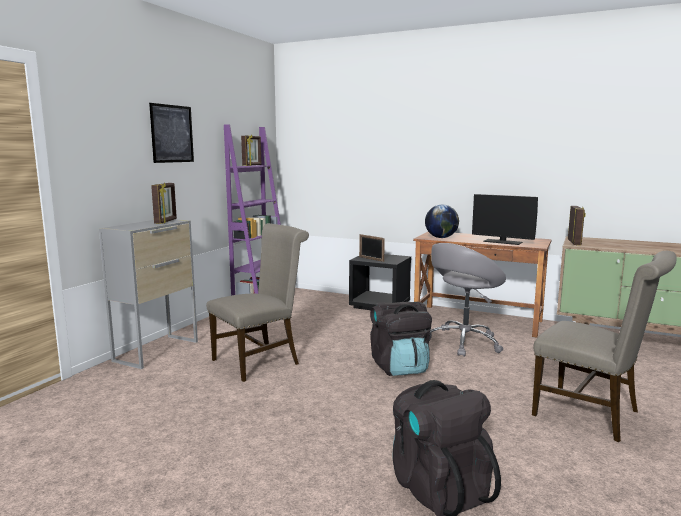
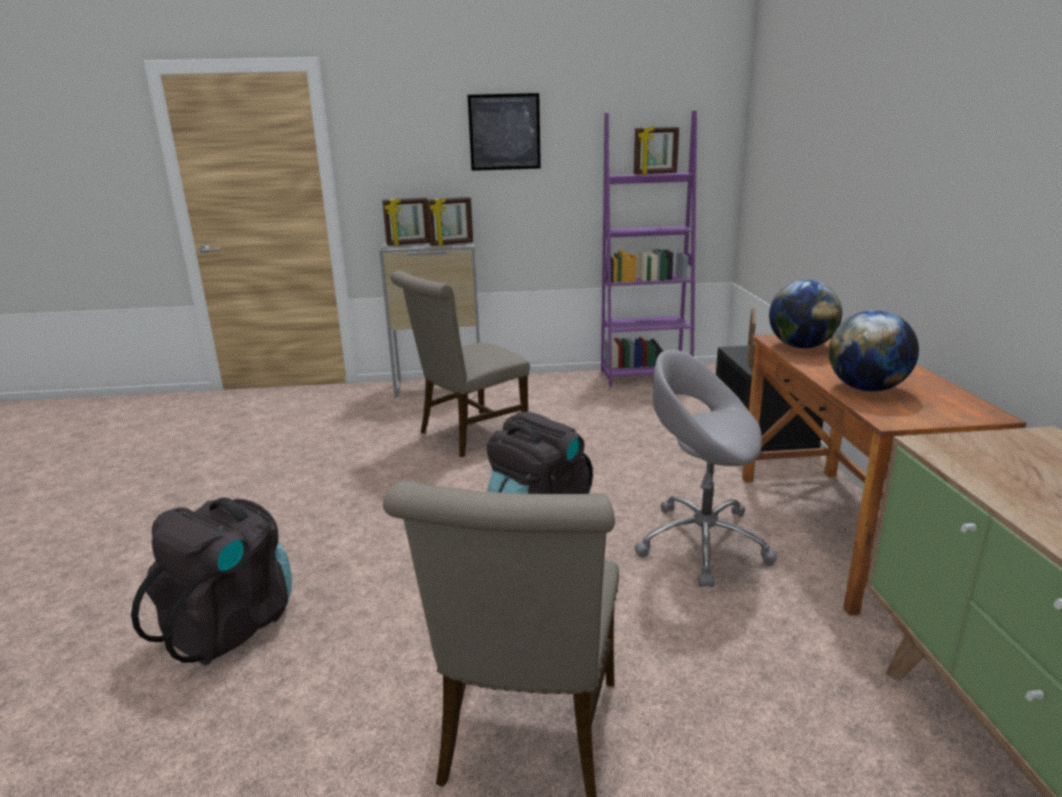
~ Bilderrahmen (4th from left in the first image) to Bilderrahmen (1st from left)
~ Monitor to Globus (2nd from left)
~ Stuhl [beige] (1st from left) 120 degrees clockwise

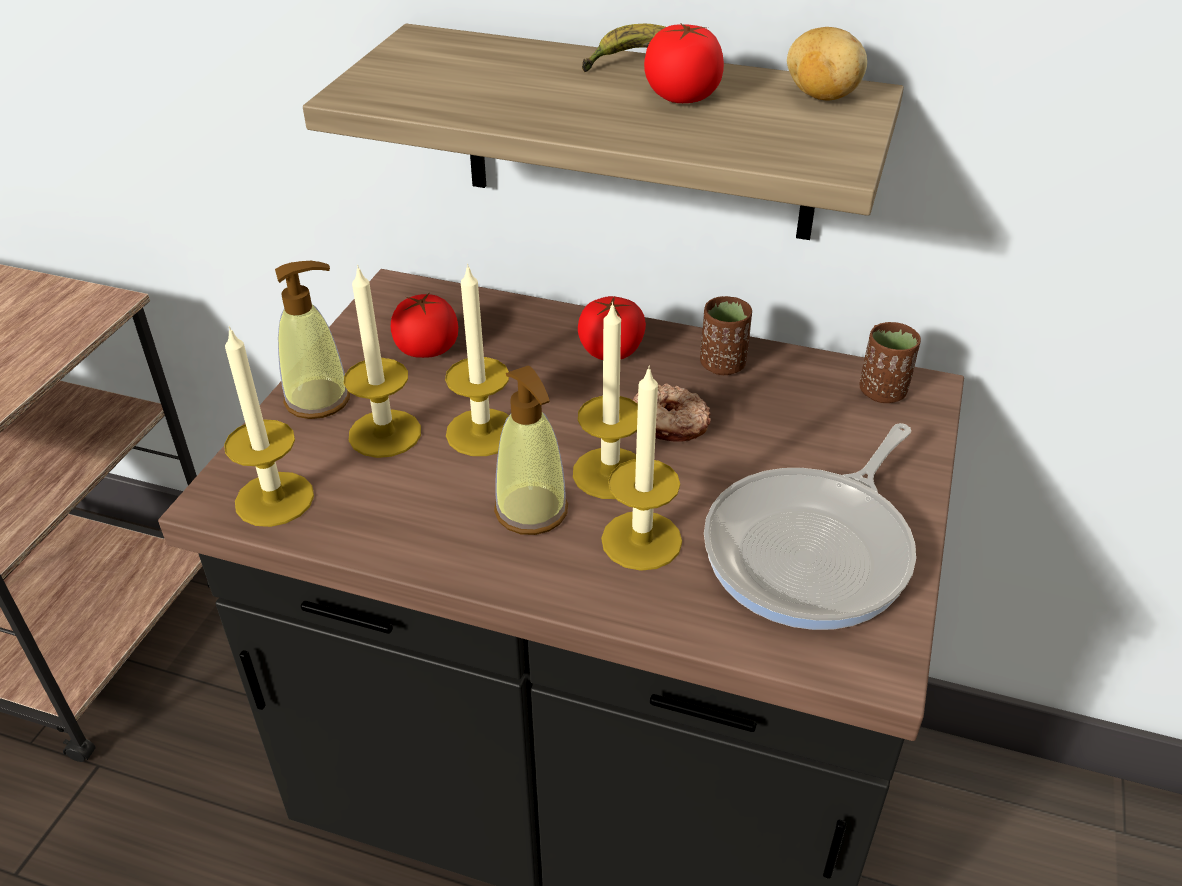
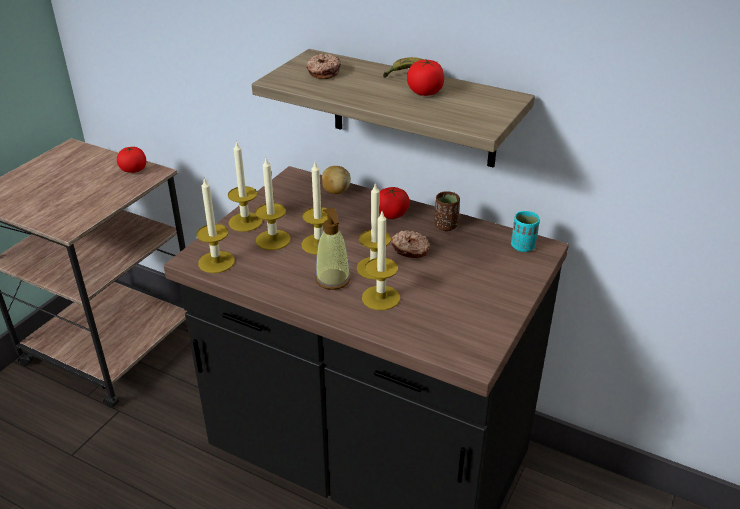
- Pfanne
+ Donut (1st from left)
~ Tomate (1st from left)
~ Kartoffel
~ Seifenspender (1st from left) to Kerze (2nd from left)
~ Tasse [braun] (2nd from left) to Tasse [türkis]

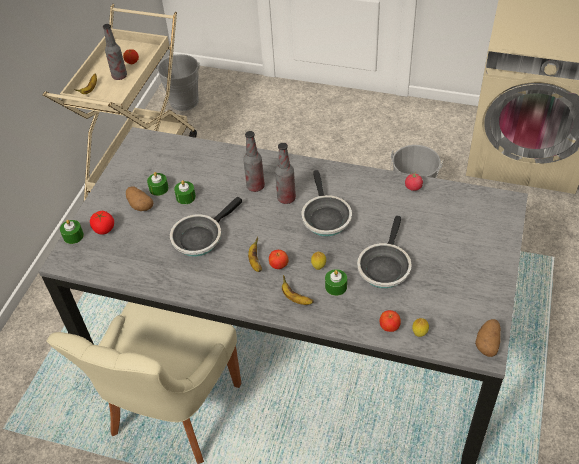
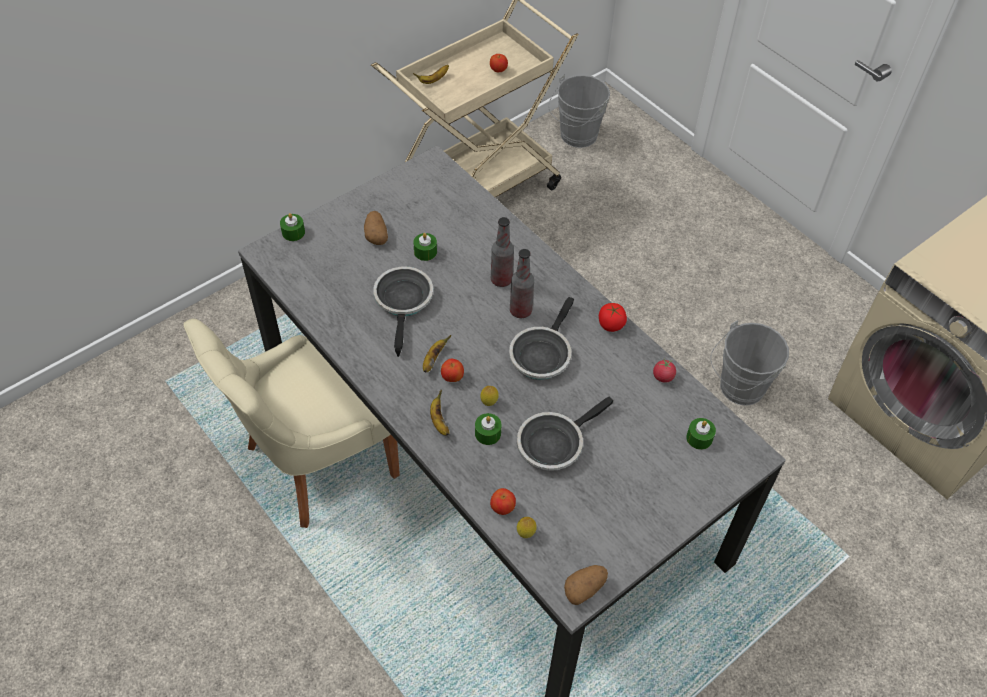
- Flasche (1st from left)
~ Tomate (1st from left)
~ Kerze [grün] (2nd from left in the first image) to Kerze [grün] (4th from left)
~ Pfanne (1st from left) 105 degrees clockwise

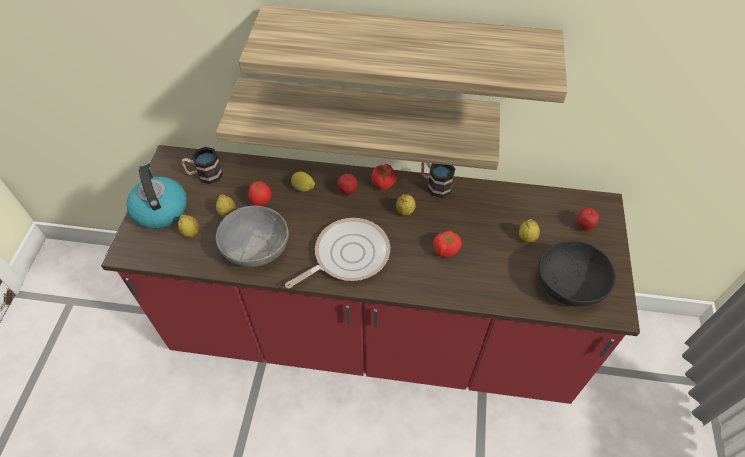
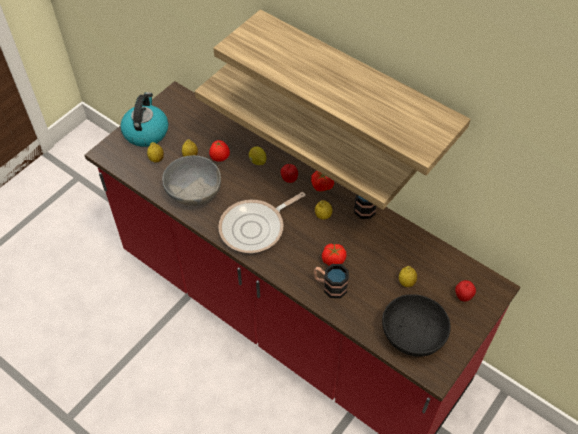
~ Henkelbecher (1st from left)
~ Pfanne 150 degrees clockwise

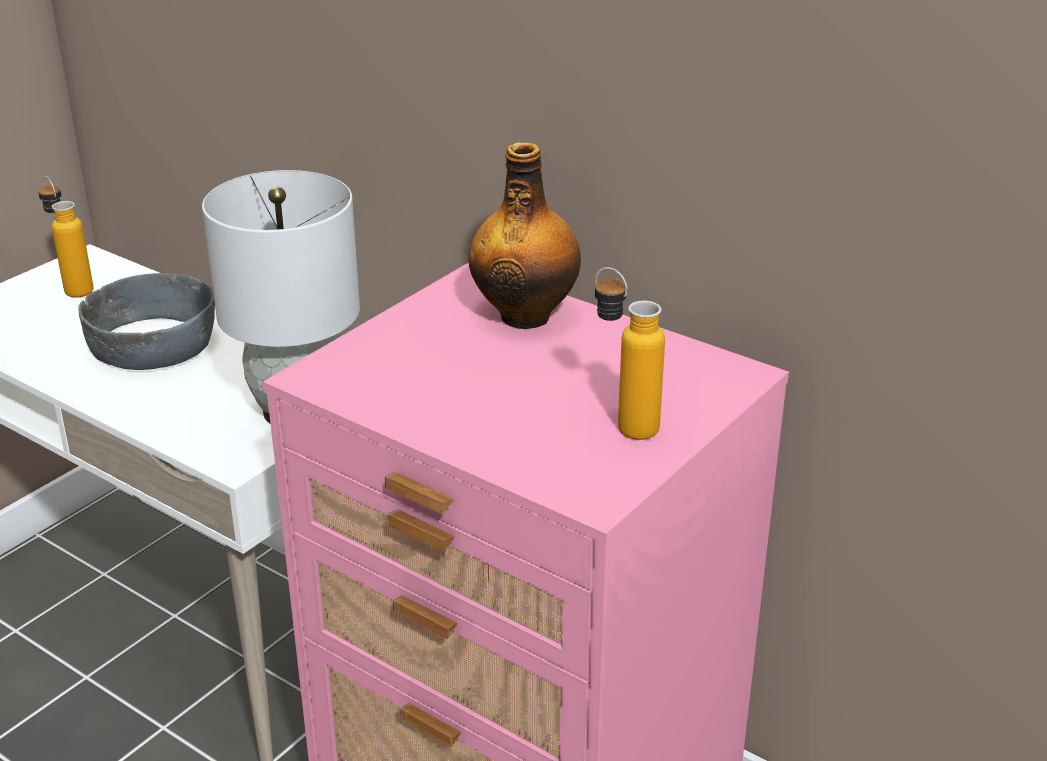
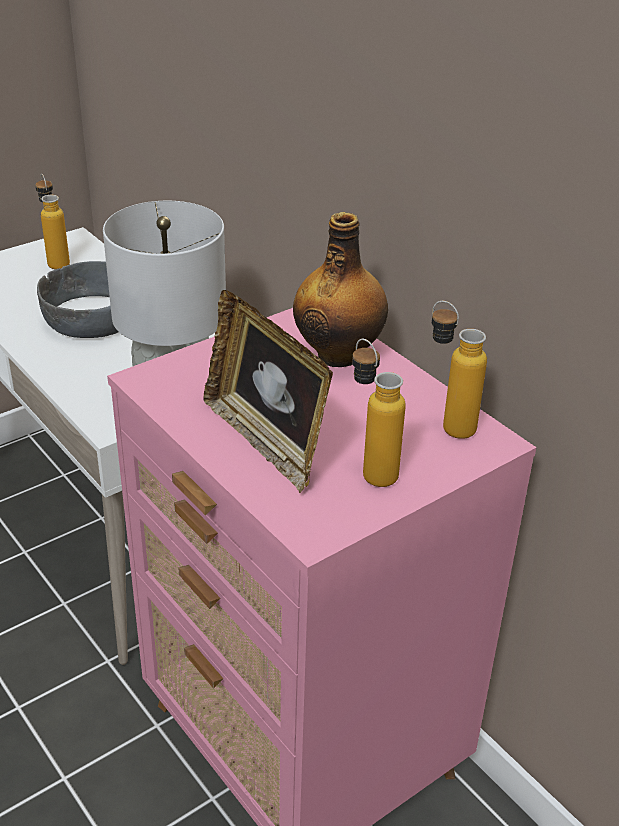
+ Bilderrahmen
+ Flasche (4th from left)

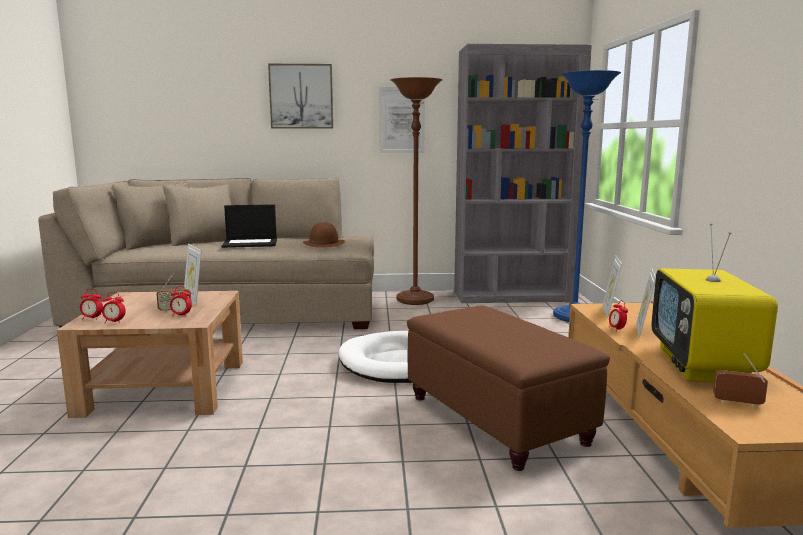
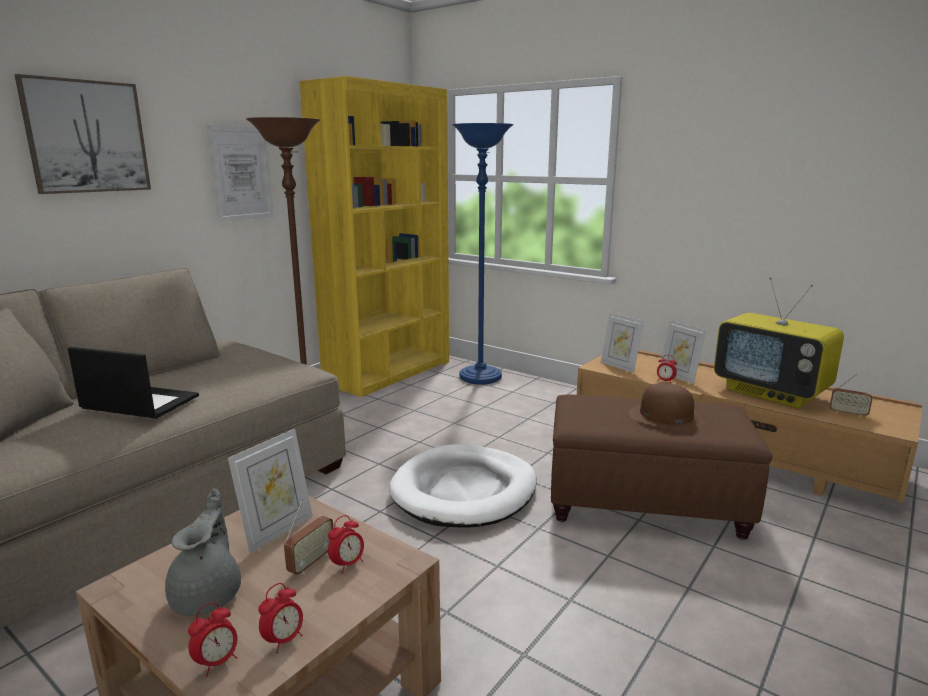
+ Teekanne [grau]
~ Hut [braun]
~ Bücherregal [grau] to Bücherregal [gelb]
~ Bilderrahmen (1st from left) 60 degrees counterclockwise
~ Laptop 105 degrees counterclockwise
~ Radio (2nd from left) 120 degrees counterclockwise

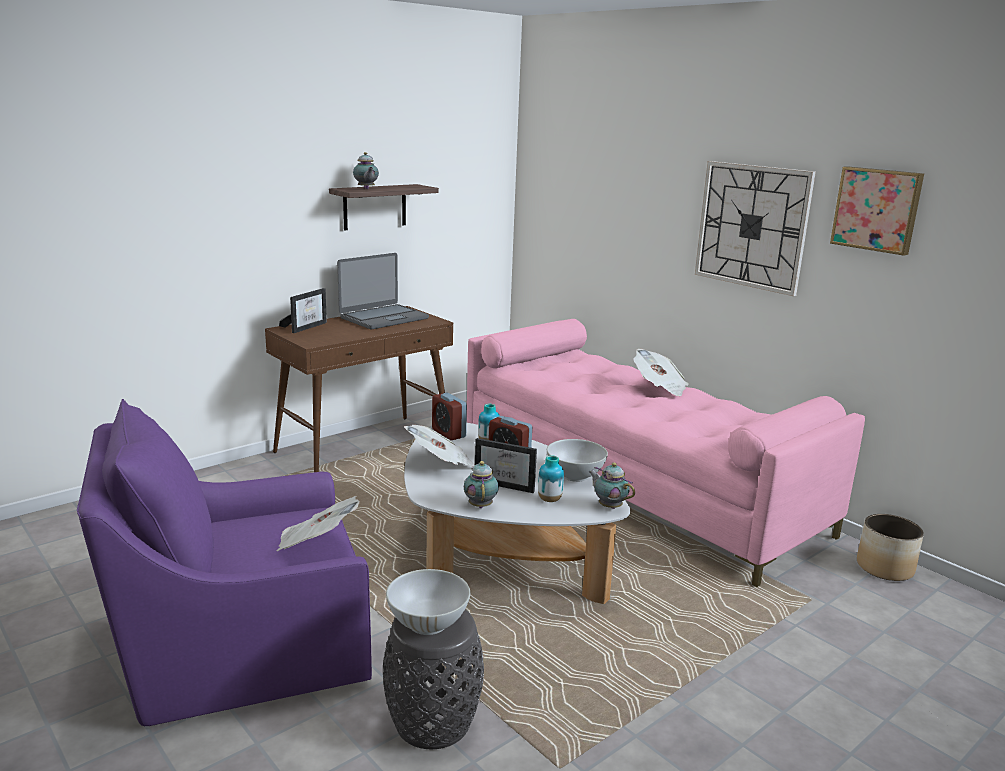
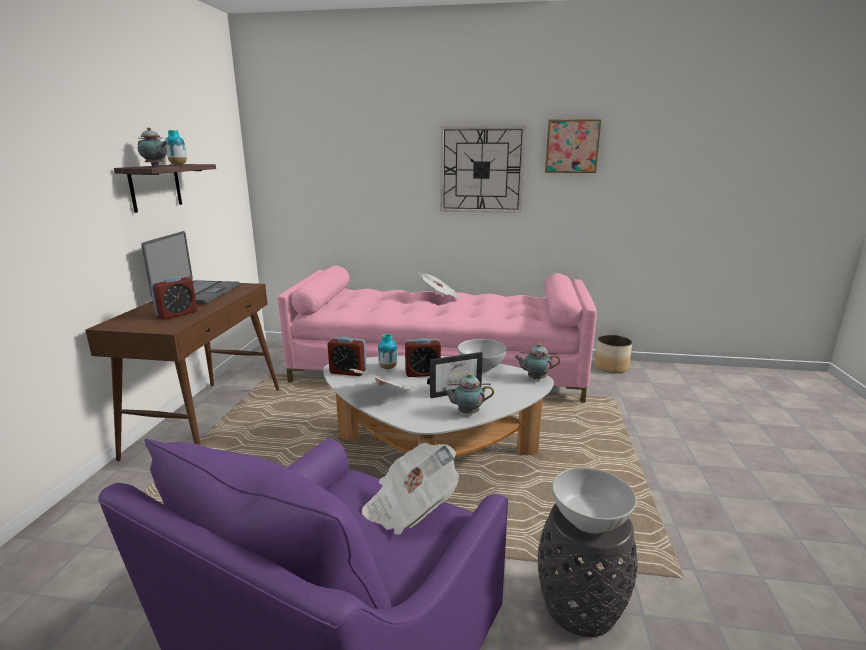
- Bilderrahmen (1st from left)
+ Wecker (1st from left)
~ Vase (2nd from left in the first image) to Vase (1st from left)
~ Teekanne (2nd from left) 45 degrees counterclockwise

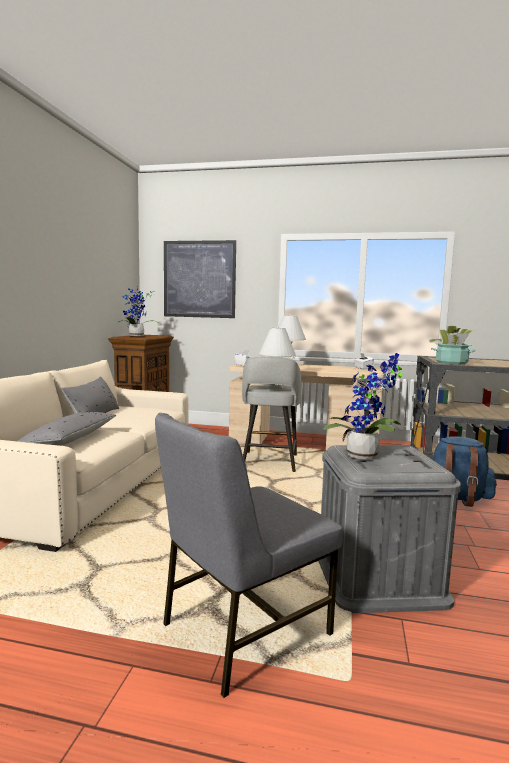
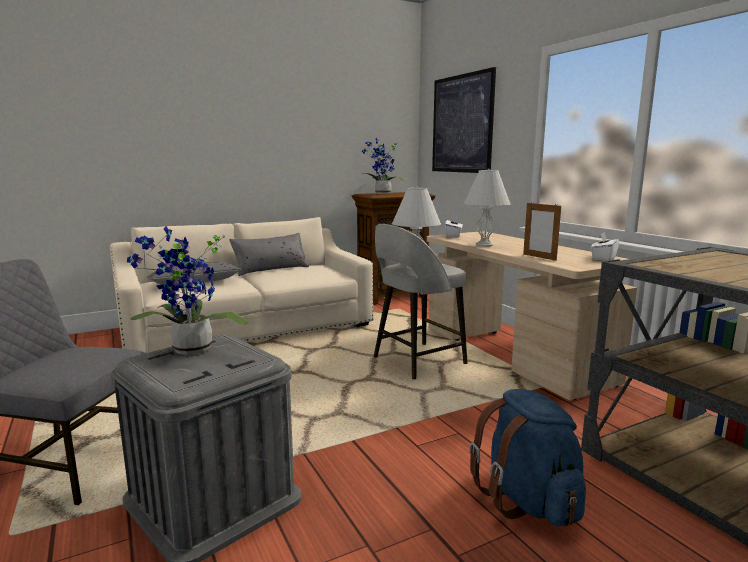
- Topfpflanze (3rd from left)
+ Bilderrahmen

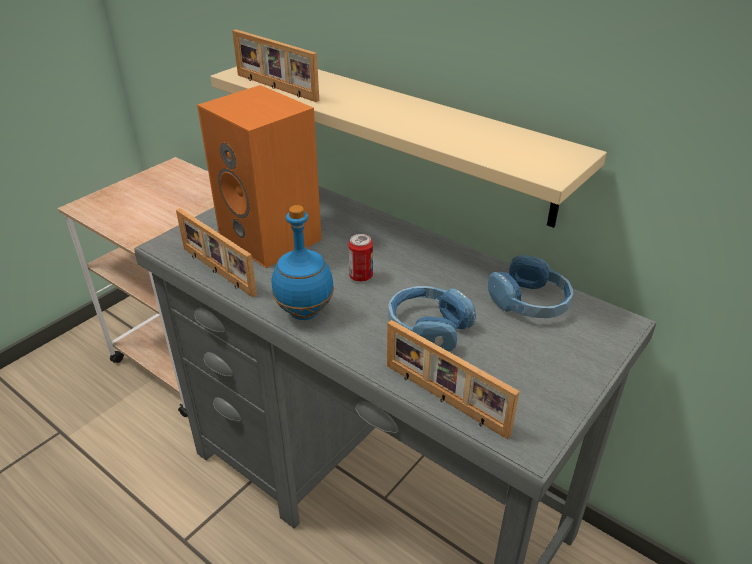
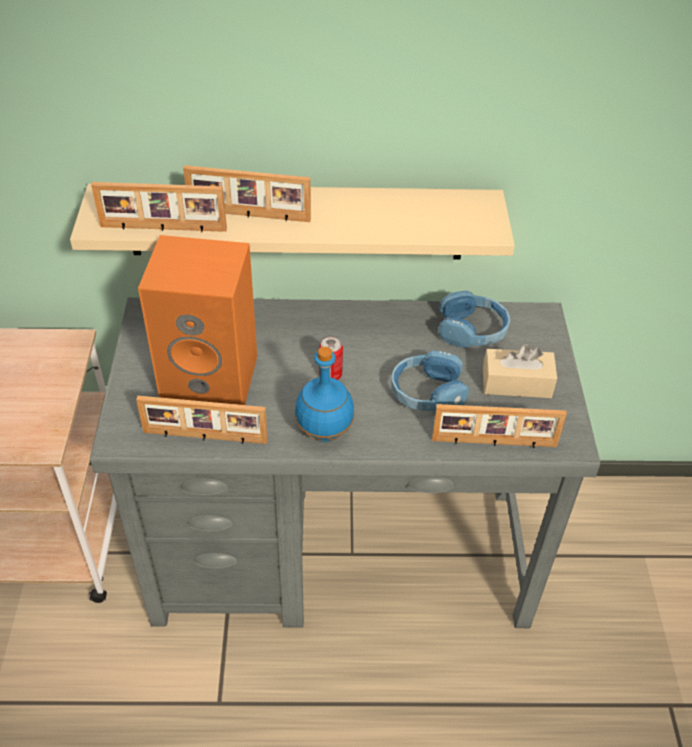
+ Bilderrahmen (3rd from left)
+ Taschentuchbox [beige]

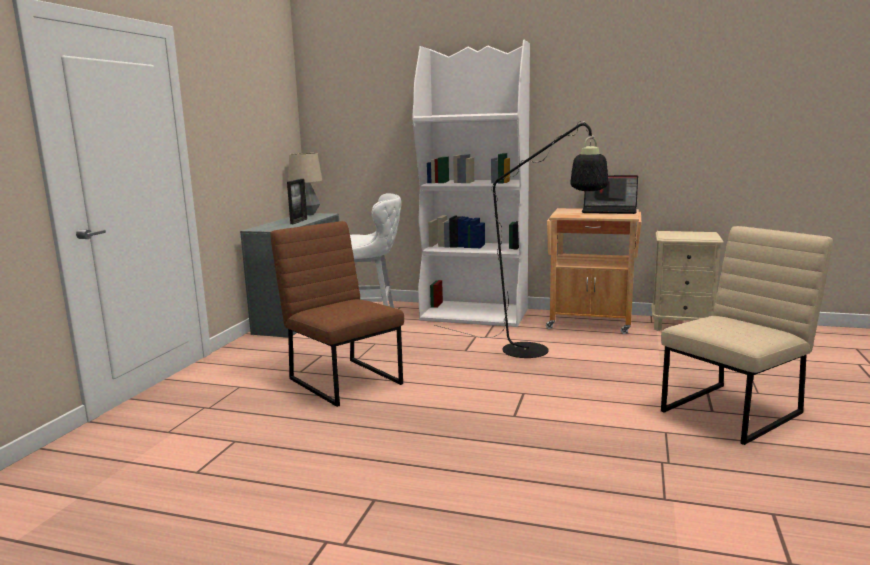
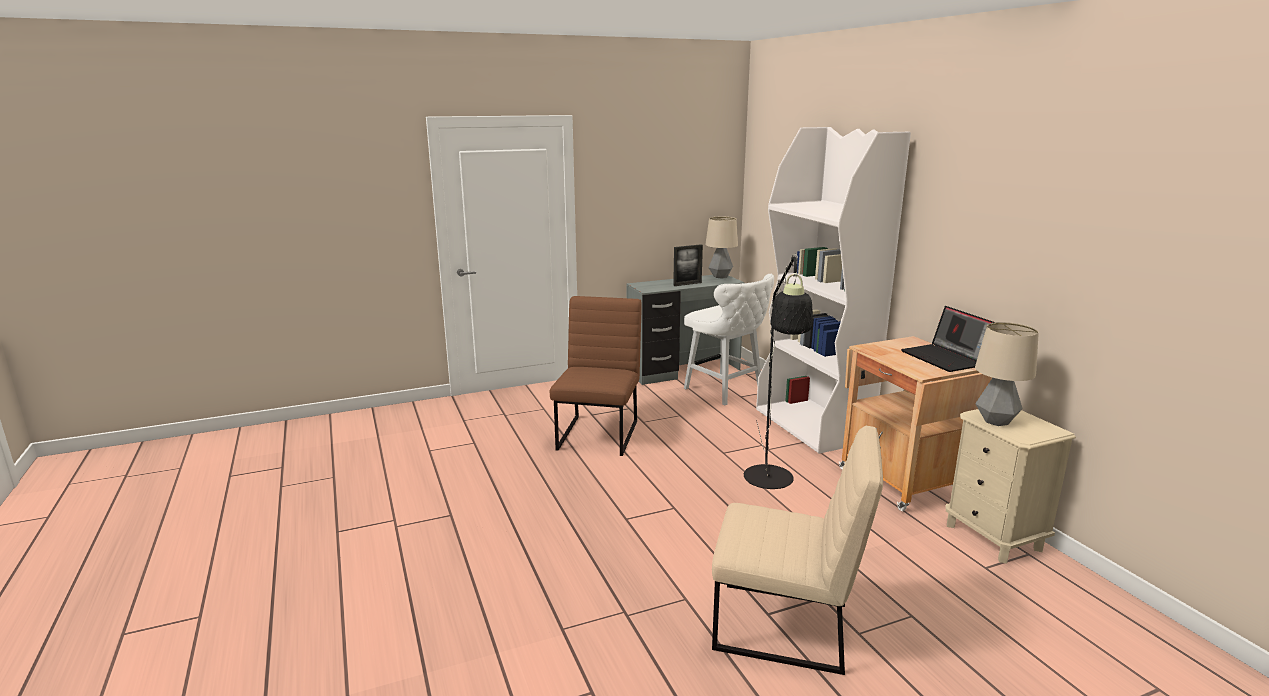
+ Tischlampe (2nd from left)

